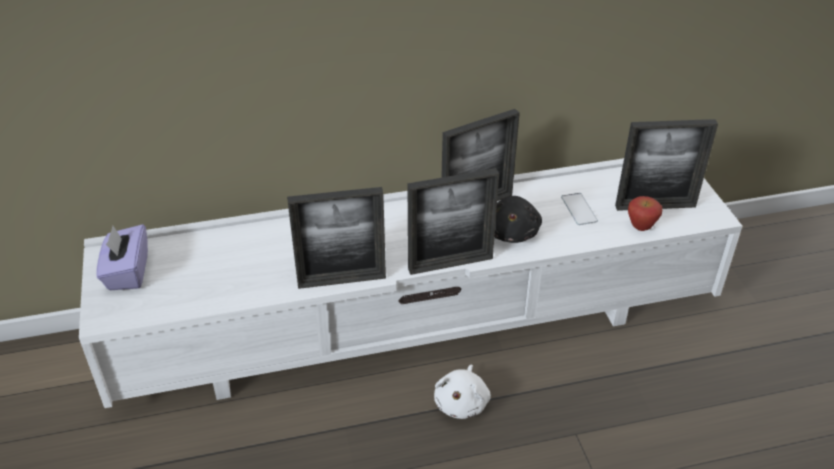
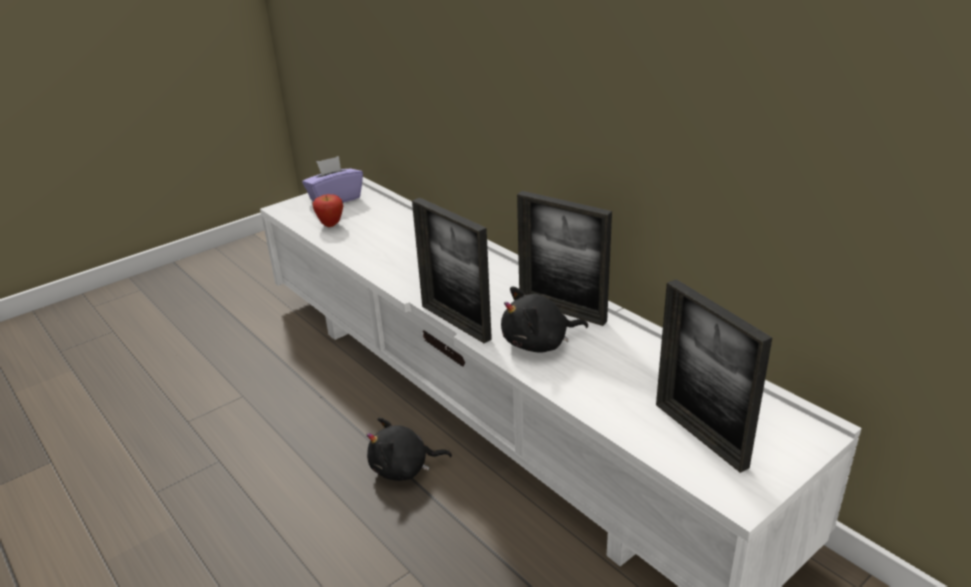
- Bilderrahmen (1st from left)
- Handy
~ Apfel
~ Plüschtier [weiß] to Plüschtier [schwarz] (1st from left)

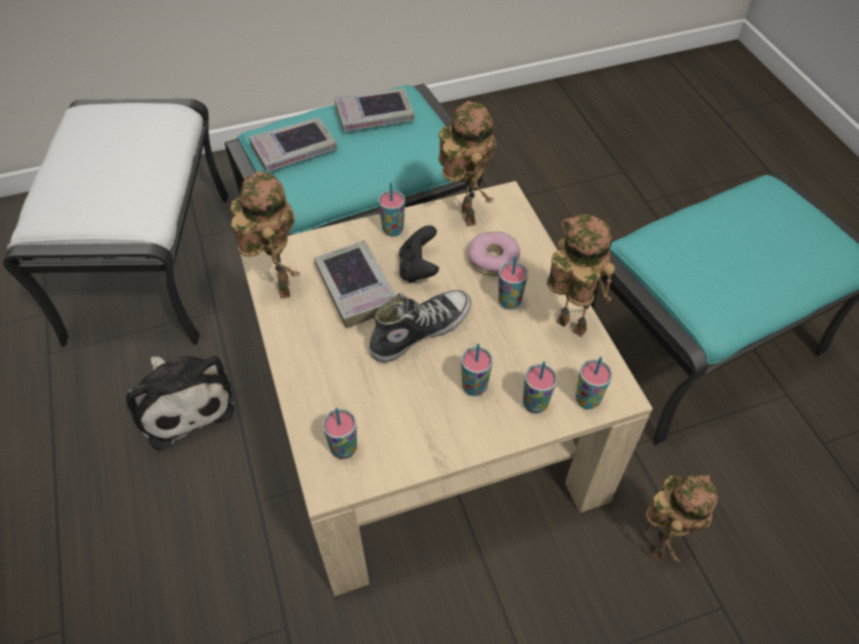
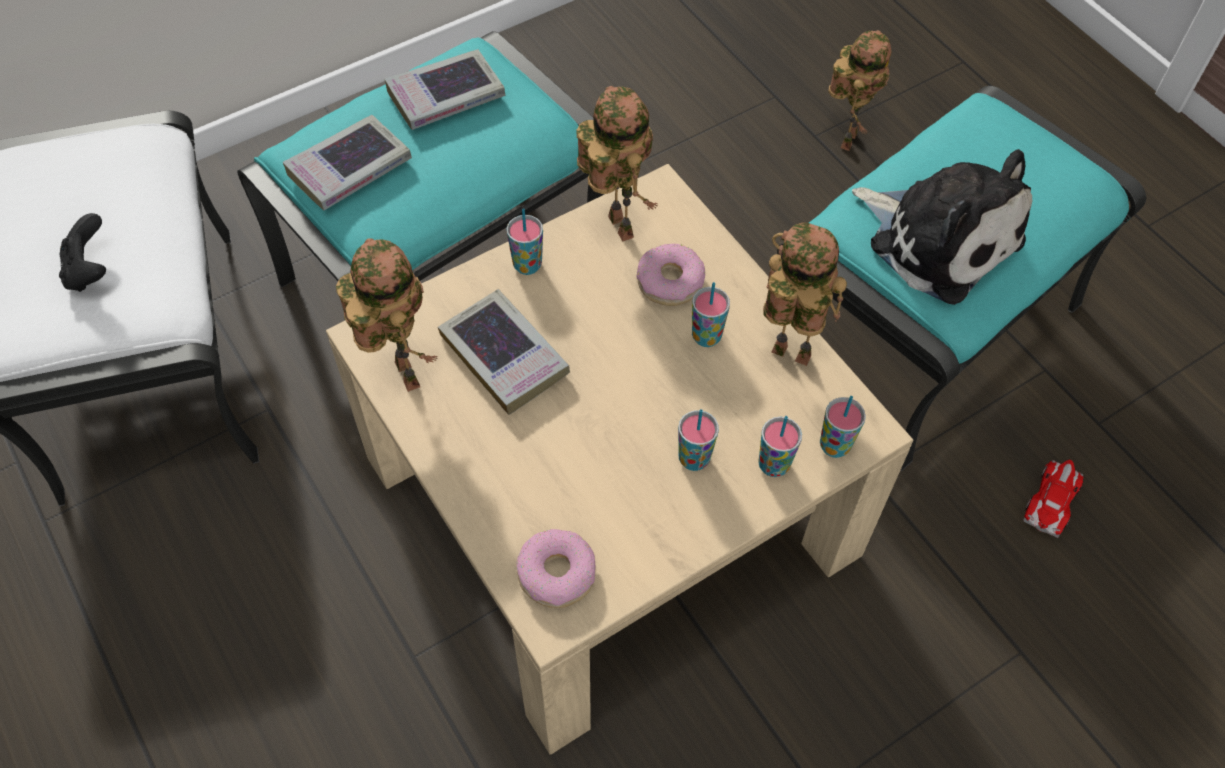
- Schuh
+ Spielzeugauto
~ Plüschtier
~ Gamepad [schwarz]
~ Spielzeugroboter (4th from left)
~ Tasse (1st from left) to Donut (1st from left)

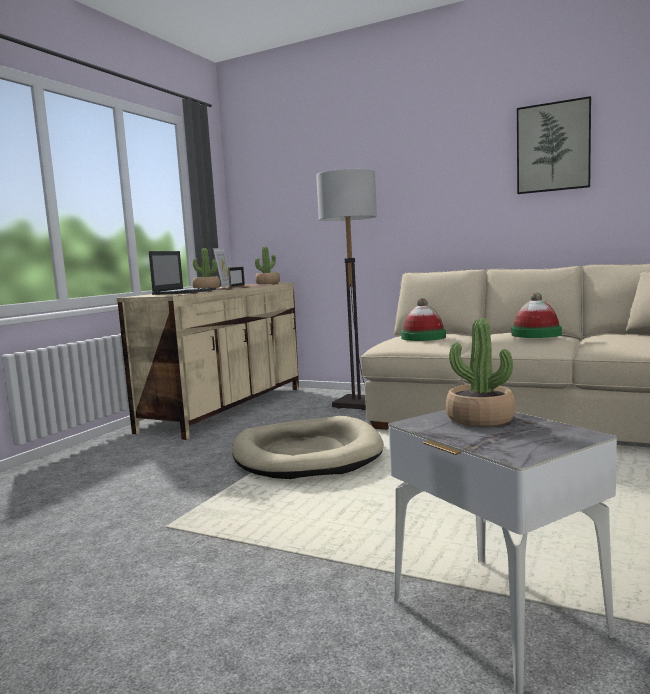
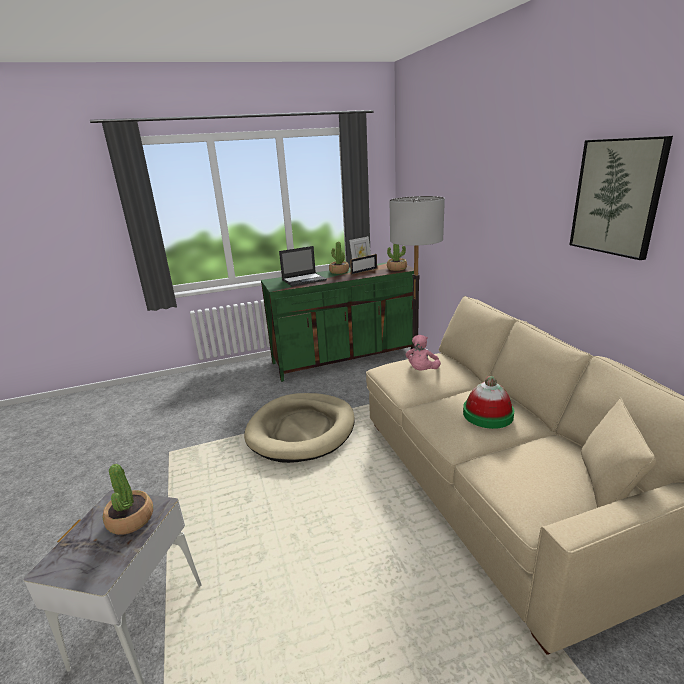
~ Hut (1st from left) to Plüschtier [rosa]
~ Schrank [beige] to Schrank [grün]

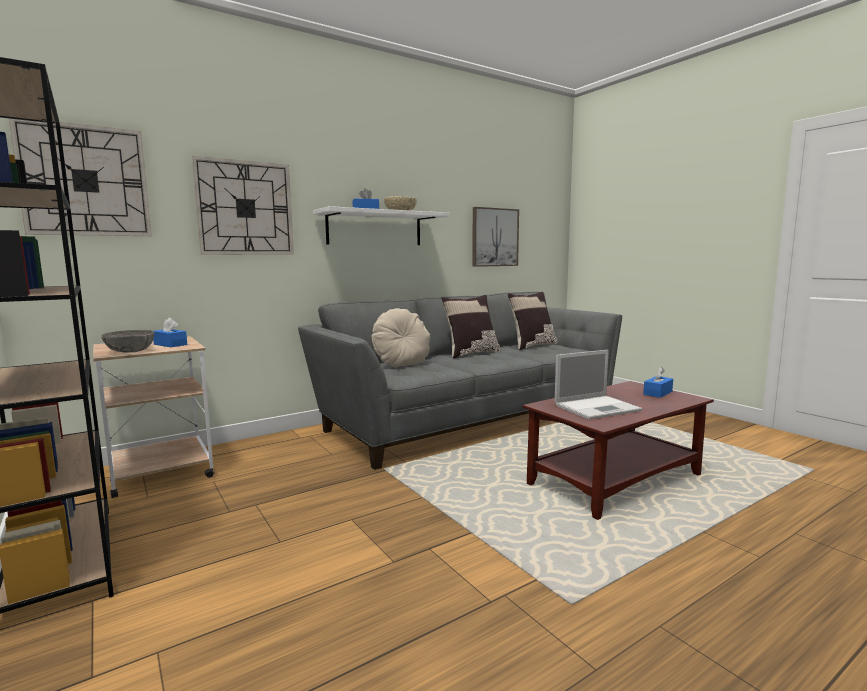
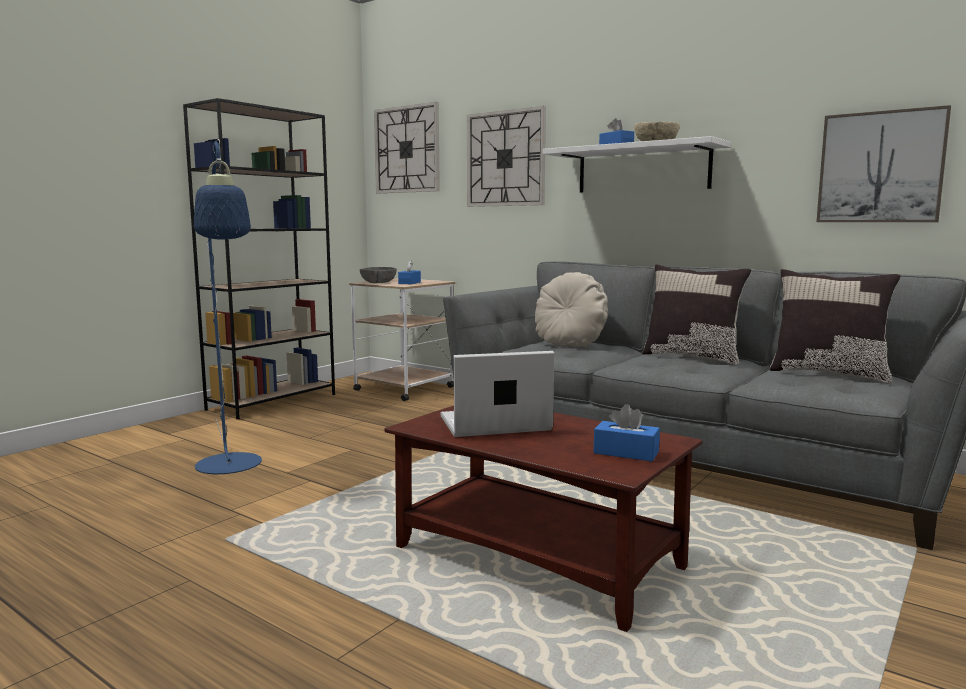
+ Stehlampe [blau]
~ Laptop 120 degrees clockwise

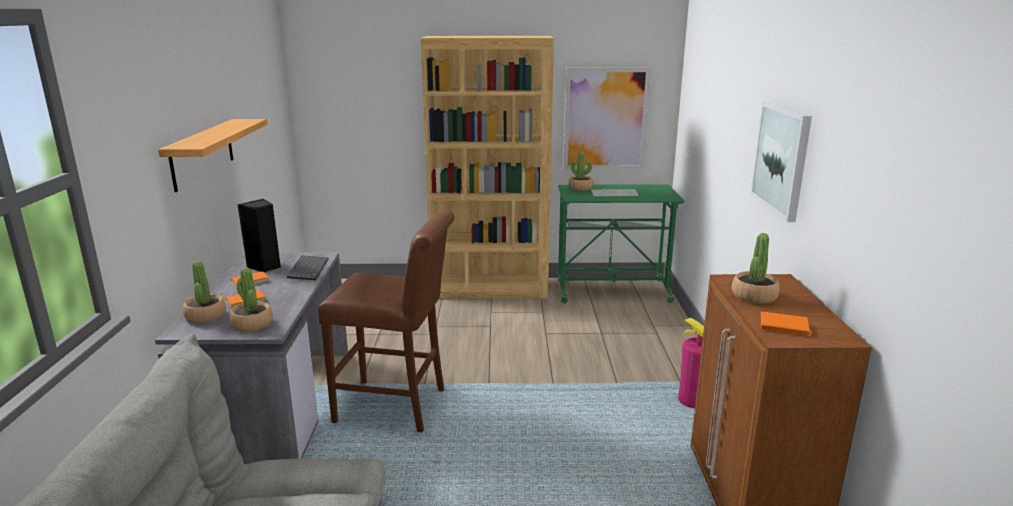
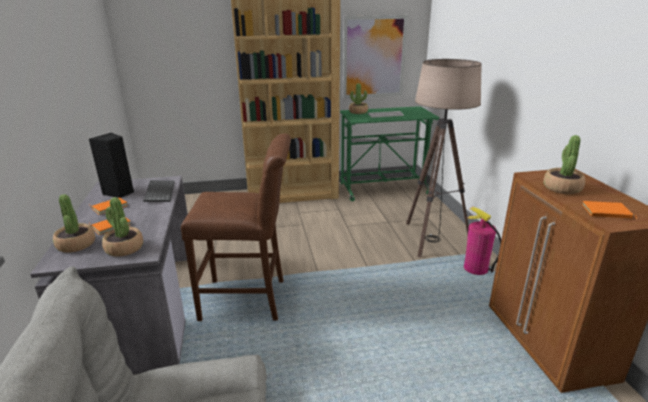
- Wandregal
- Bild (2nd from left)
+ Stehlampe

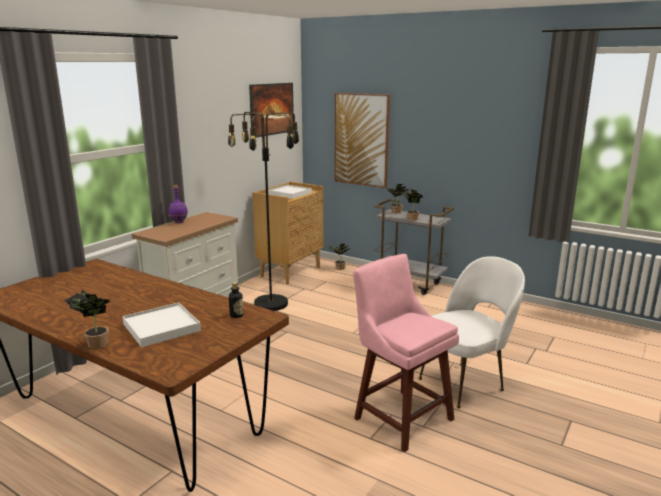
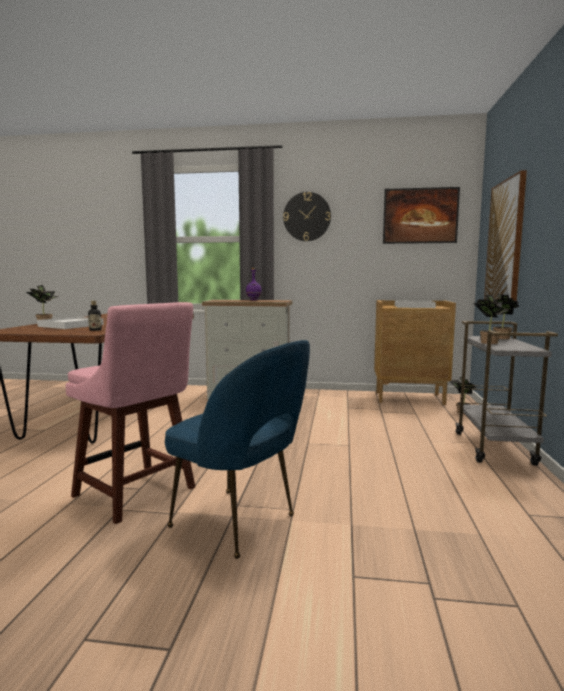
- Stehlampe
+ Wanduhr
~ Stuhl [weiß] to Stuhl [blau]
~ Stuhl [rosa] 105 degrees clockwise

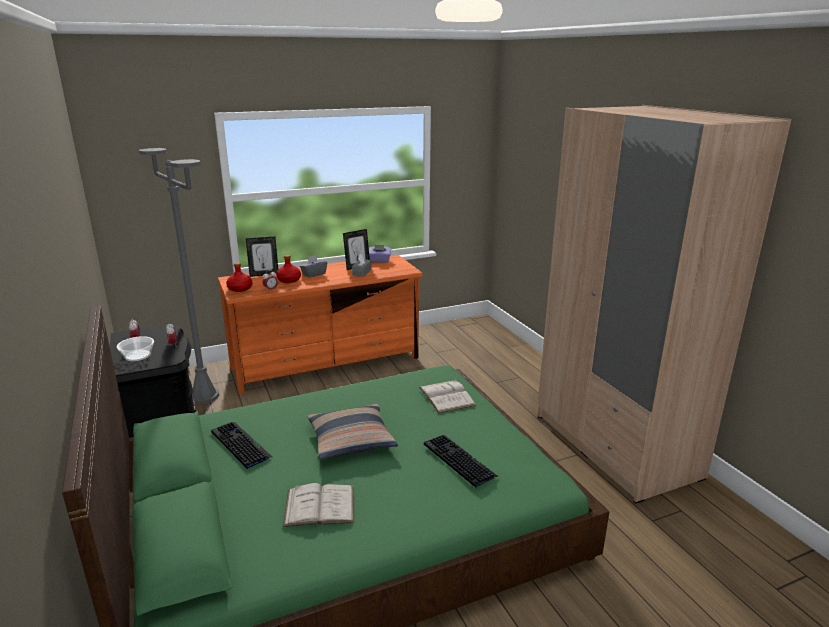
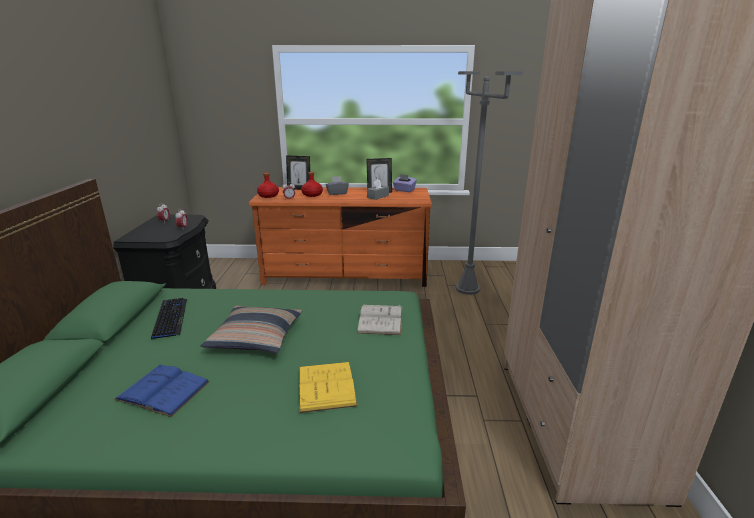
- Schüssel
~ Stehlampe [grau]
~ Tastatur (2nd from left) to Buch [gelb]
~ Buch [weiß] (1st from left) to Buch [blau]

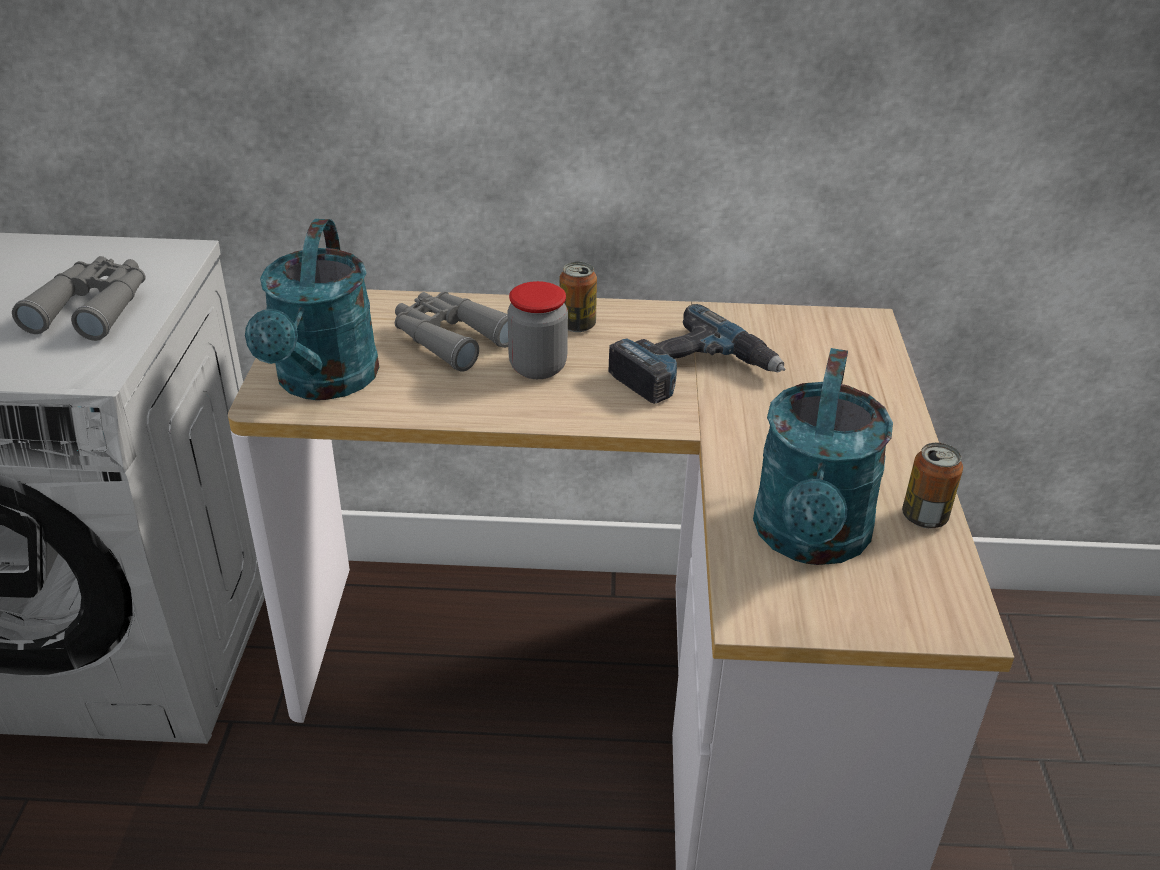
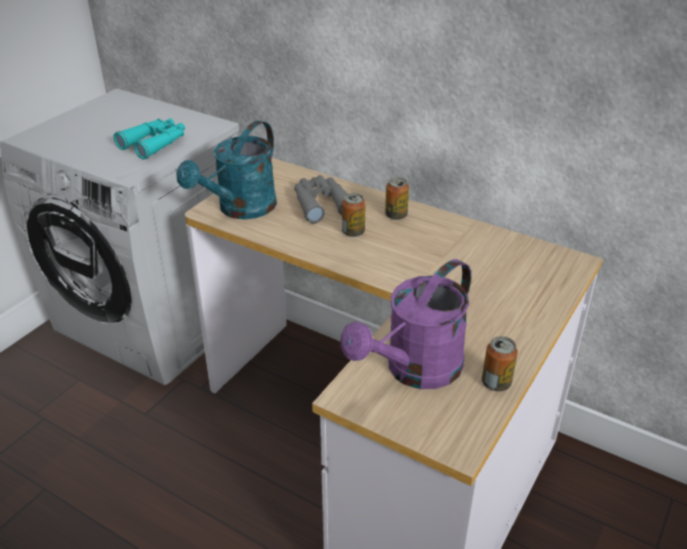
- Bohrmaschine
~ Vorratsglas to Dose (1st from left)
~ Fernglas [grau] (1st from left) to Fernglas [türkis]
~ Gießkanne [türkis] (2nd from left) to Gießkanne [lila]

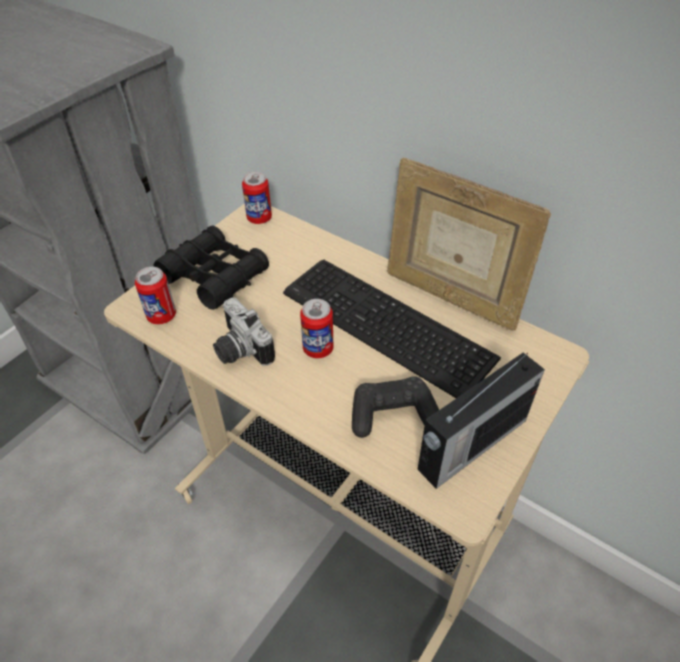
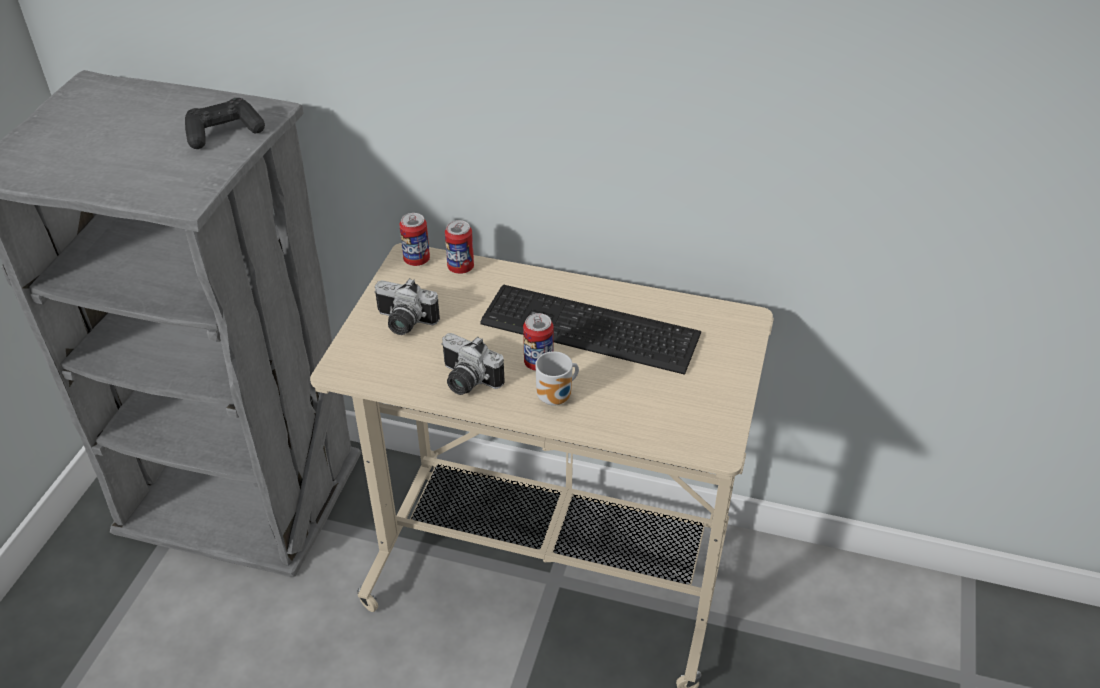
- Bilderrahmen
- Radio
+ Henkelbecher
~ Dose (1st from left in the first image) to Dose (2nd from left)
~ Gamepad [schwarz]
~ Fernglas [schwarz] to Kamera (1st from left)

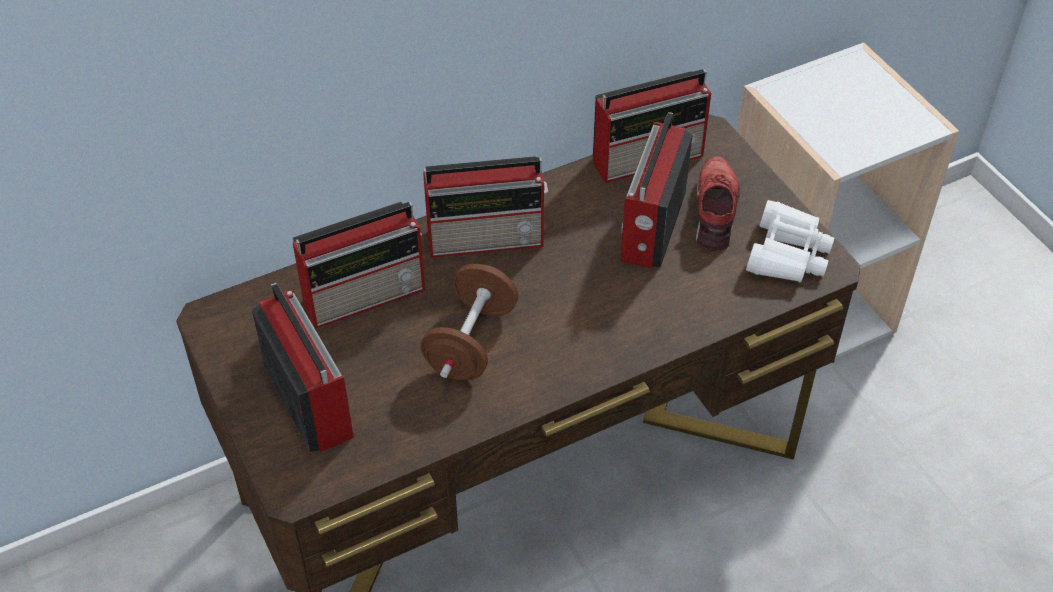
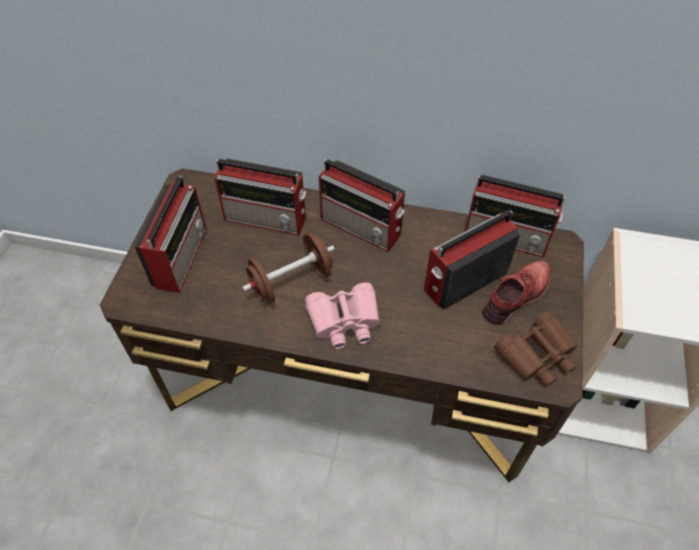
+ Fernglas [rosa]
~ Fernglas [weiß] to Fernglas [braun]

